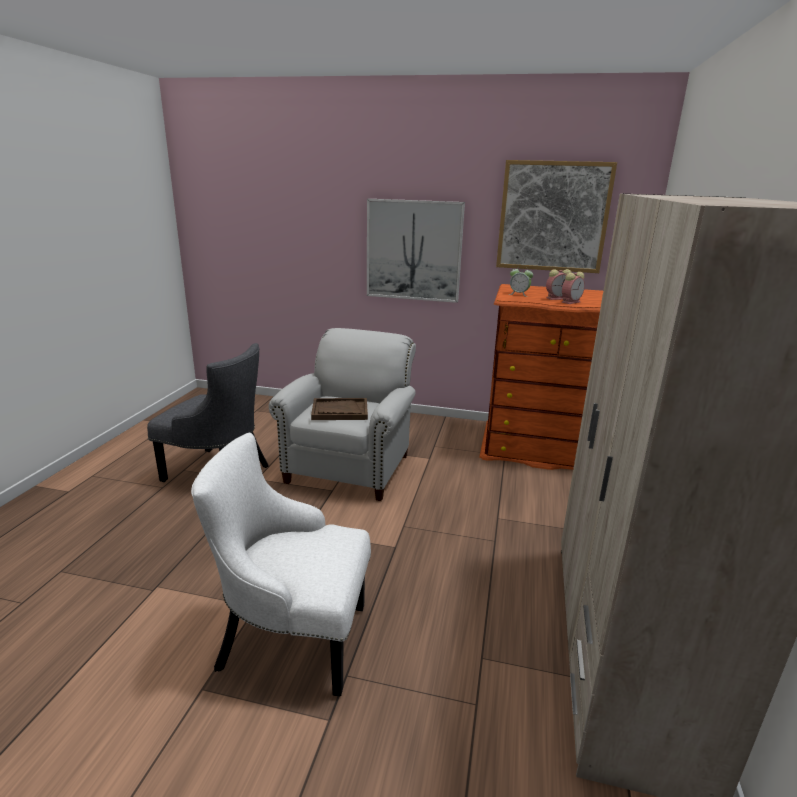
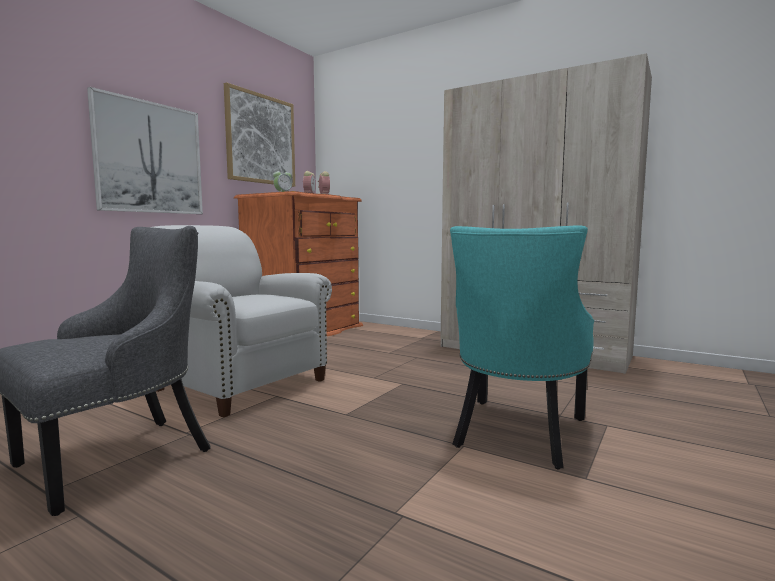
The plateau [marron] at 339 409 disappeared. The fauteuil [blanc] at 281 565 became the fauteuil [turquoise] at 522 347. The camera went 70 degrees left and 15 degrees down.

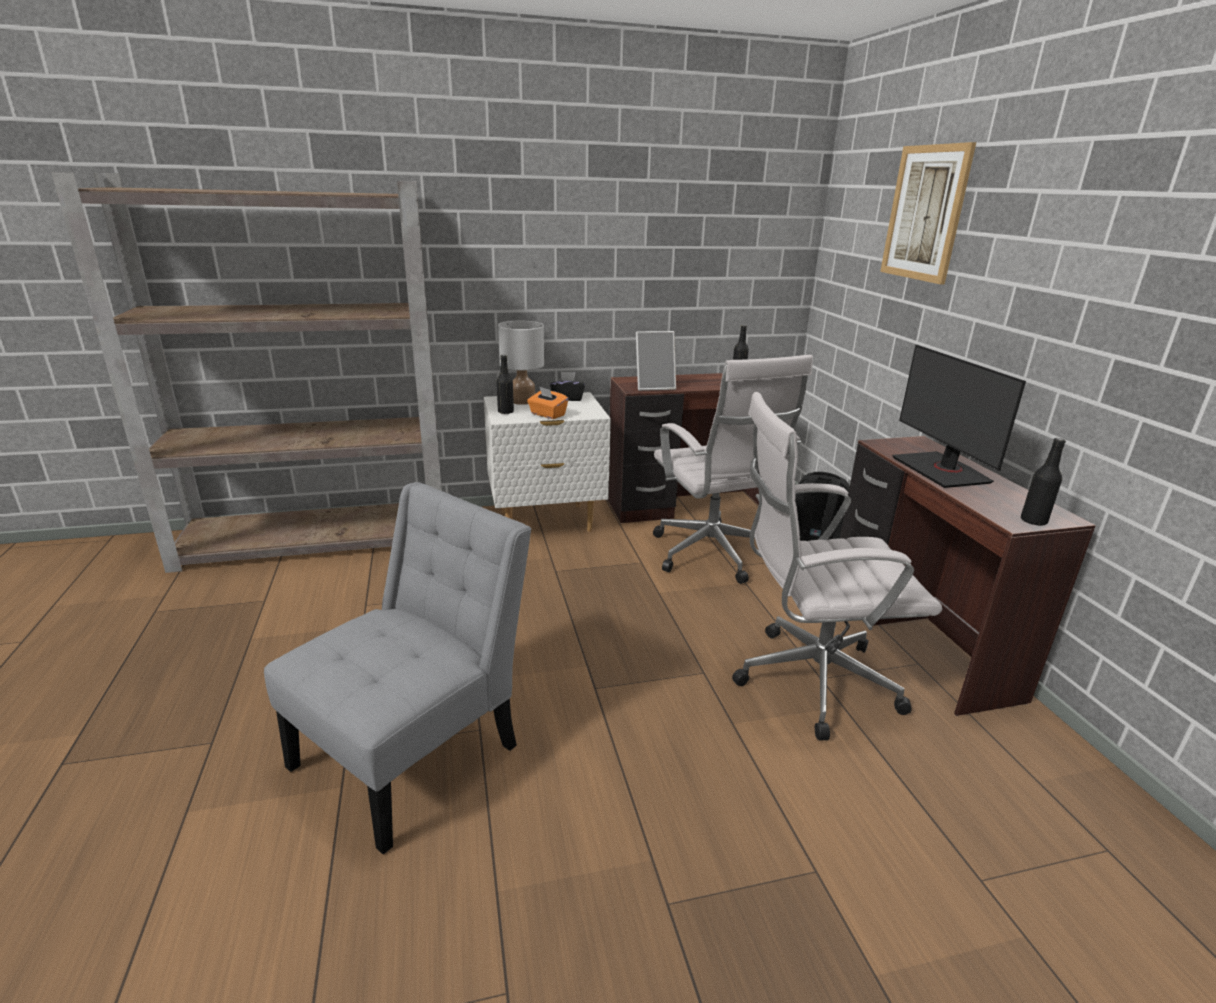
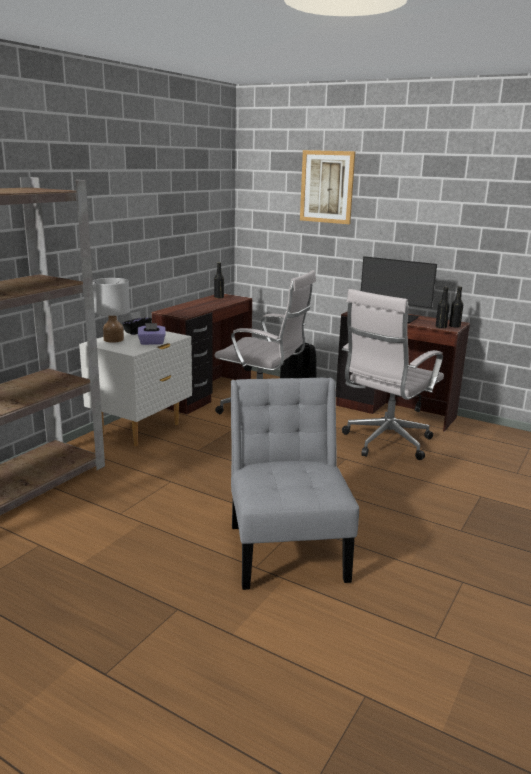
The cadre photo at 656 361 disappeared. The bouteille [noir] moved from 505 384 to 443 307. The boîte à mouchoirs [orange] at 547 403 became the boîte à mouchoirs [violet] at 152 334. The camera went 45 degrees left and 5 degrees down.

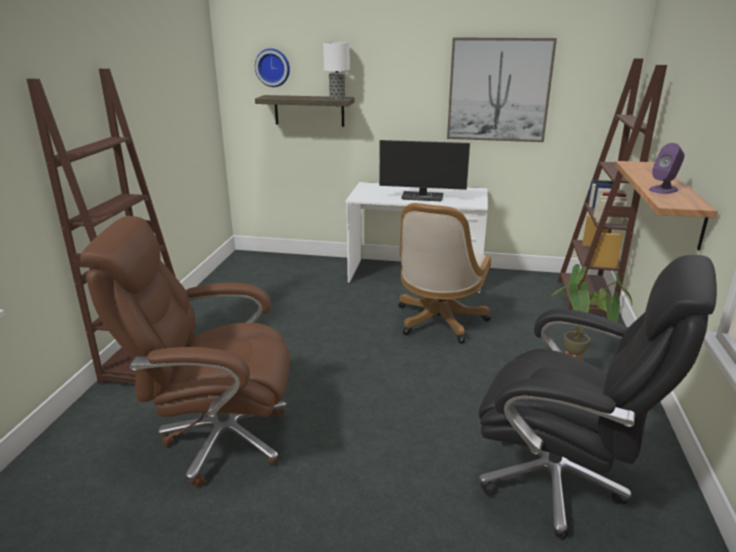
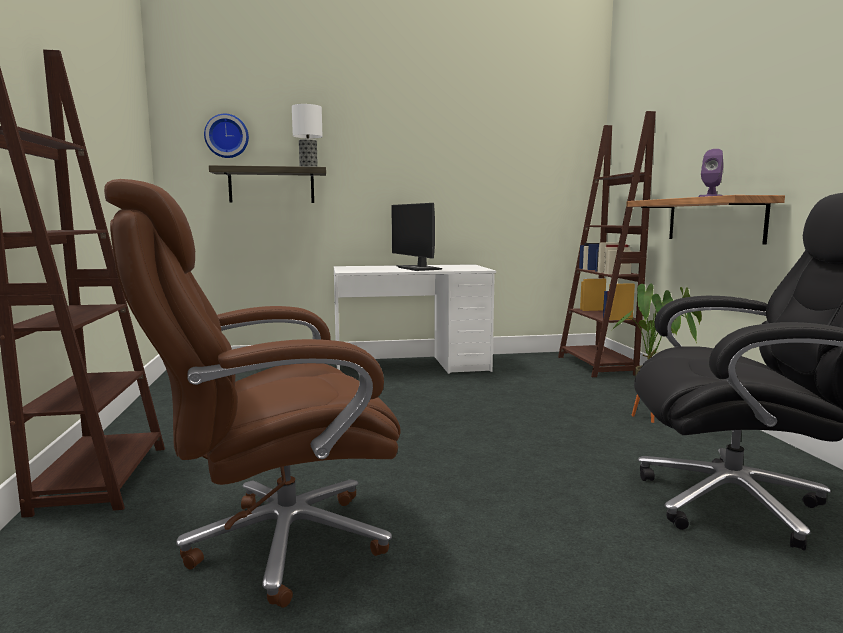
The tableau at 502 89 disappeared. The écran d'ordinateur at 424 170 turned 75 degrees clockwise. The chaise de bureau at 444 273 disappeared. The camera went 20 degrees left and 15 degrees down.

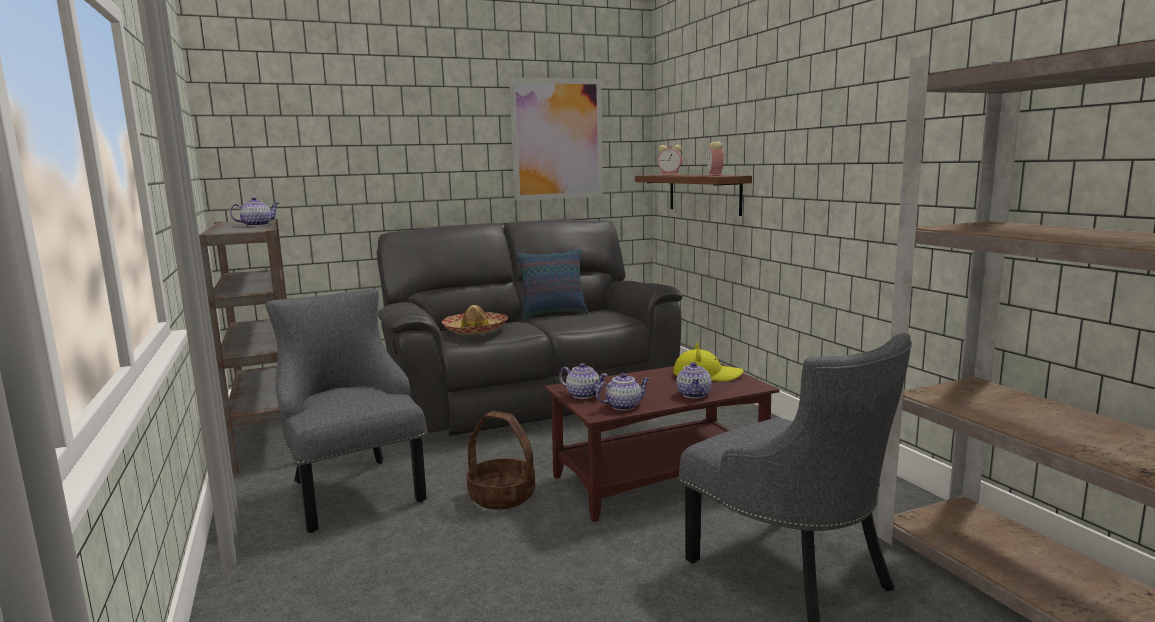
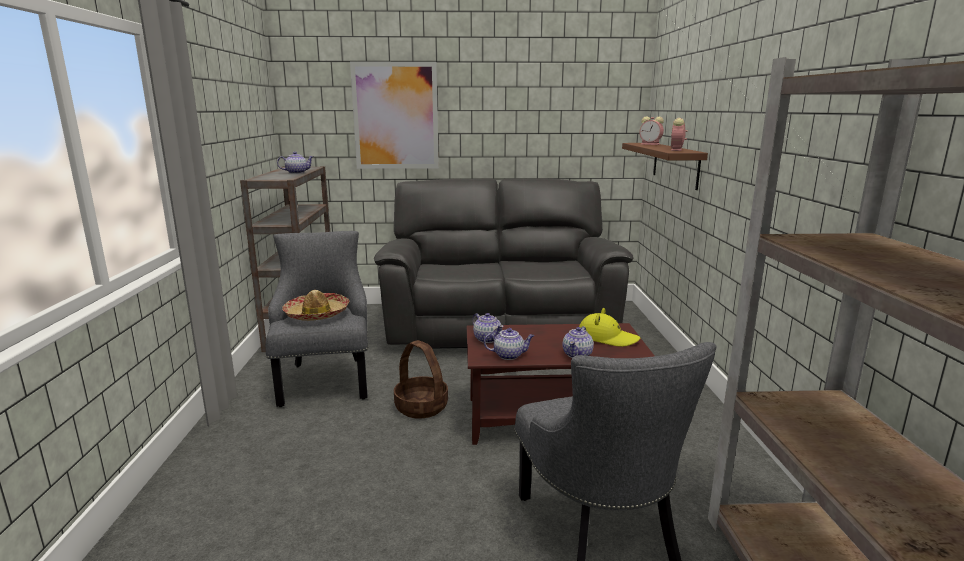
The tableau moved from 556 139 to 394 115. The coussin [bleu] at 552 285 disappeared. The chapeau moved from 475 320 to 316 305. The camera went 20 degrees right and 5 degrees up.

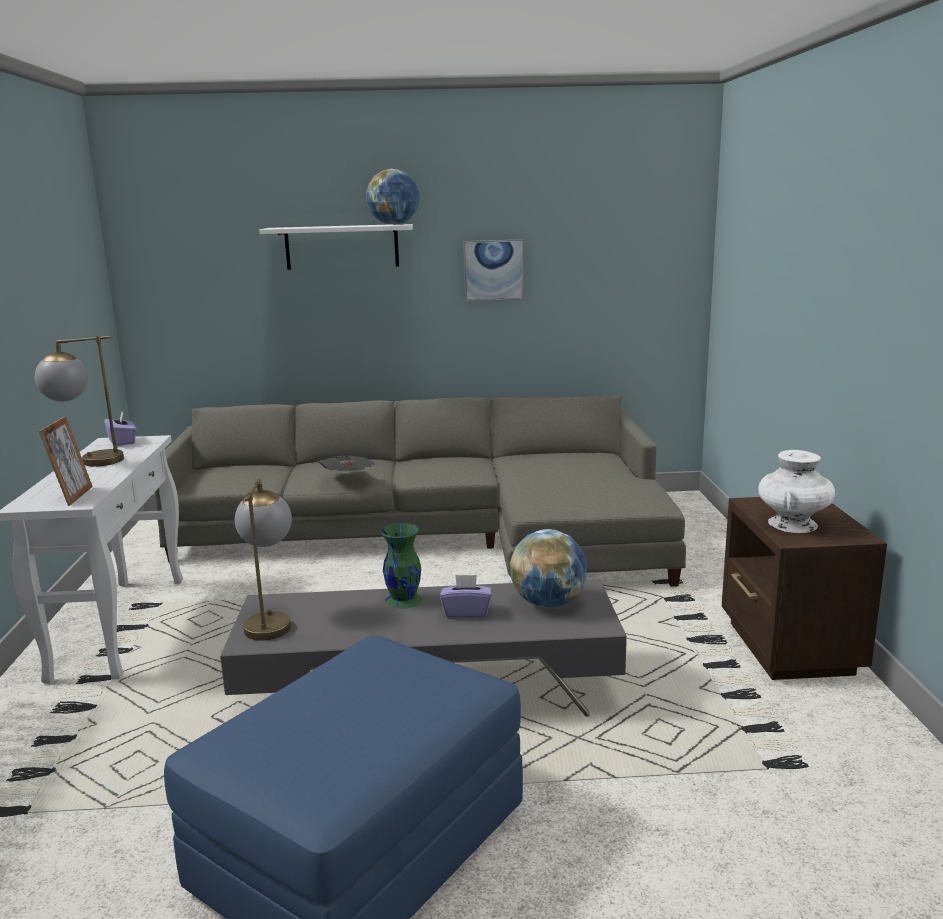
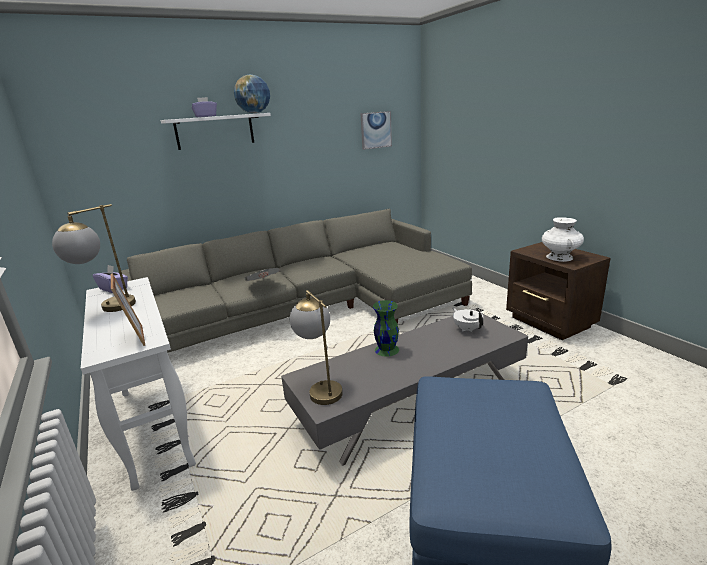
The tableau moved from 494 270 to 376 130. The globe at 548 568 was replaced by the théière [blanc] at 468 320. The boîte à mouchoirs [violet] moved from 465 596 to 204 107. The camera went 25 degrees left and 5 degrees up.

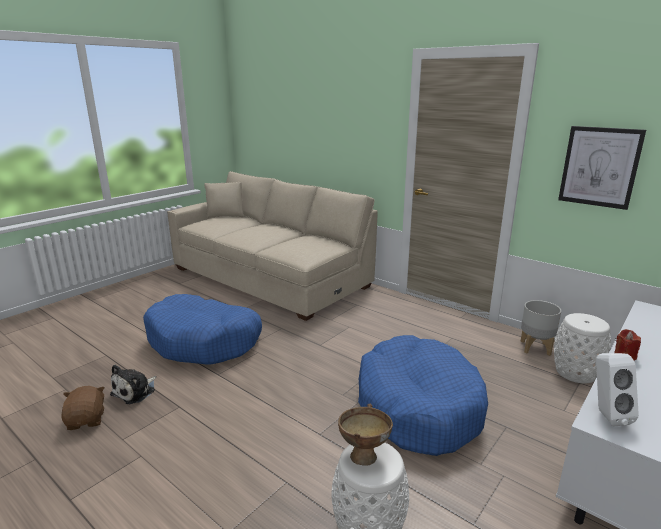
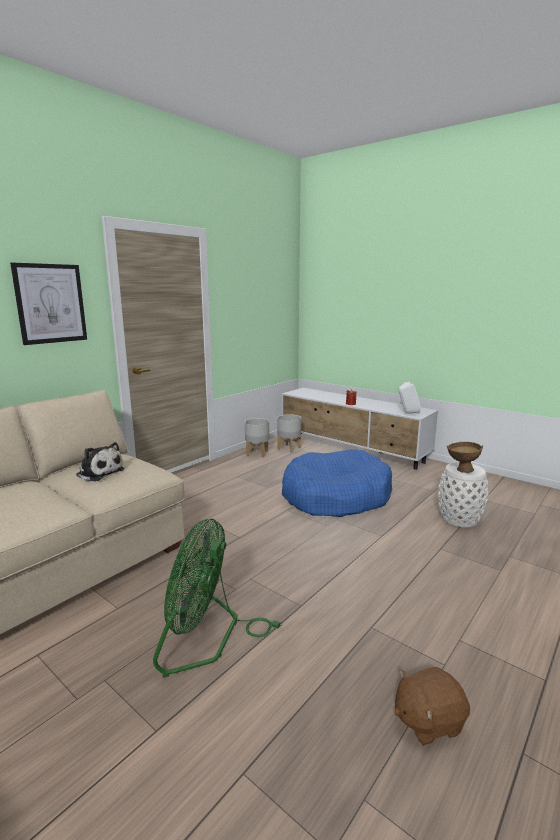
The tableau moved from 602 168 to 48 304. The panier pour chien [bleu] at 202 329 was replaced by the ventilateur [vert] at 217 598. The tabouret [blanc] at 582 348 was replaced by the cache-pot [gris] at 289 433. The peluche moved from 133 384 to 100 461. The camera went 90 degrees left and 5 degrees down.

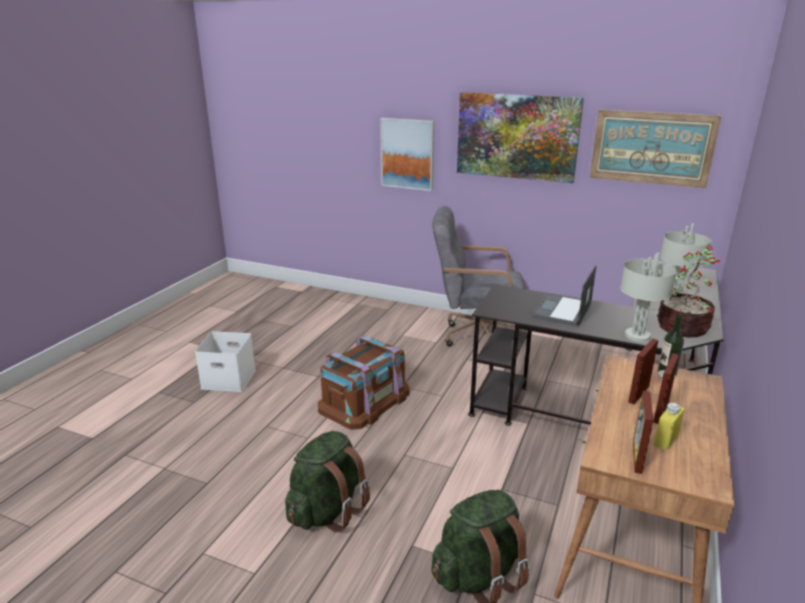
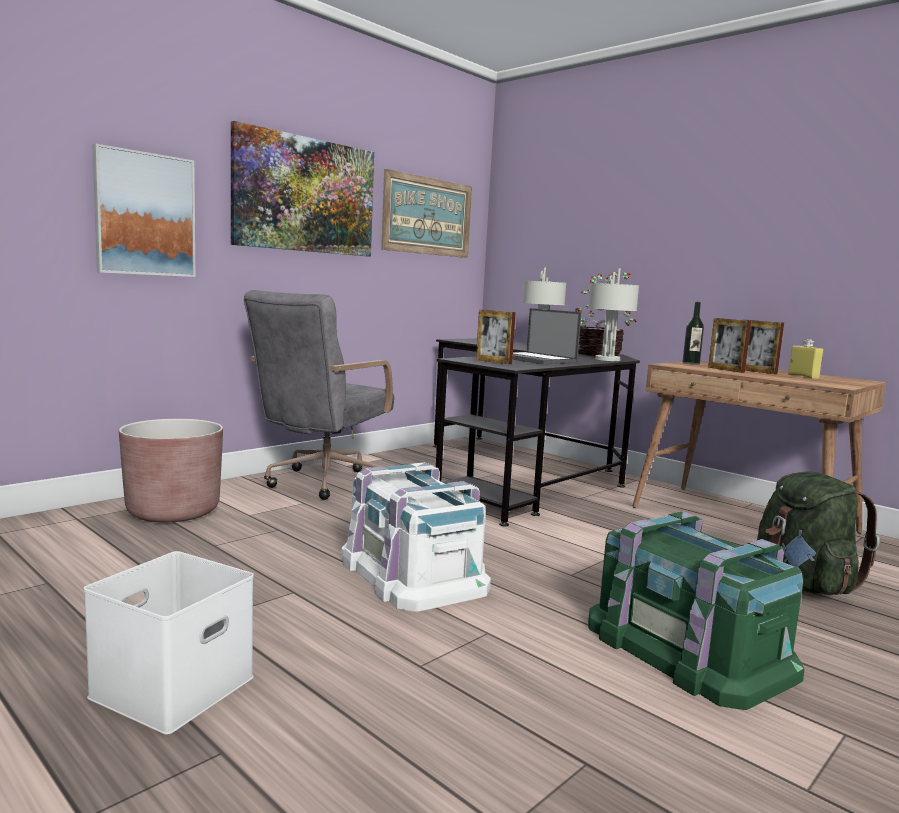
The boîte de rangement [marron] at 364 382 became the boîte de rangement [blanc] at 416 537. The cadre photo moved from 643 432 to 496 337. The sac à dos [vert] at 327 481 was replaced by the boîte de rangement [vert] at 696 610. The cache-pot [marron] at 171 471 appeared. The camera went 70 degrees left and 15 degrees down.

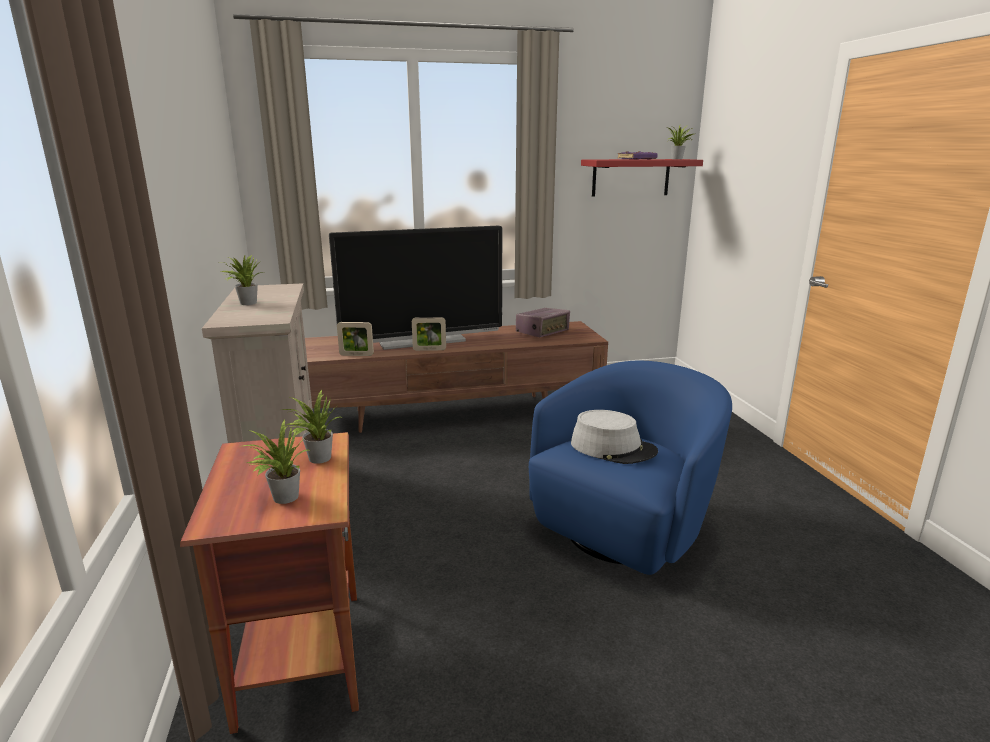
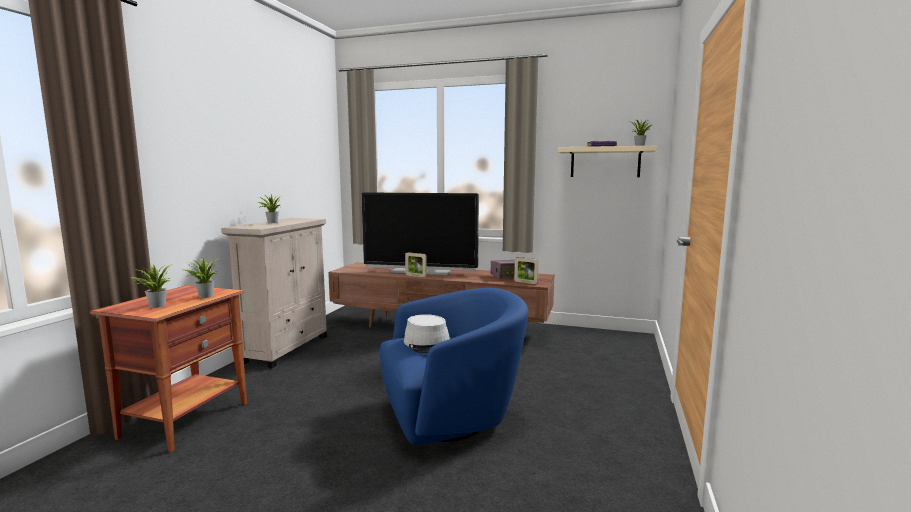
The étagère [rouge] at 642 177 became the étagère [beige] at 607 161. The cadre photo moved from 355 339 to 526 270. The camera went 30 degrees right and 10 degrees down.

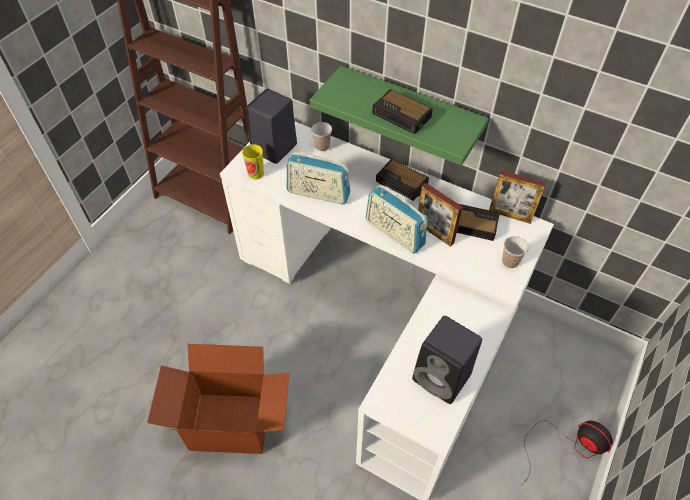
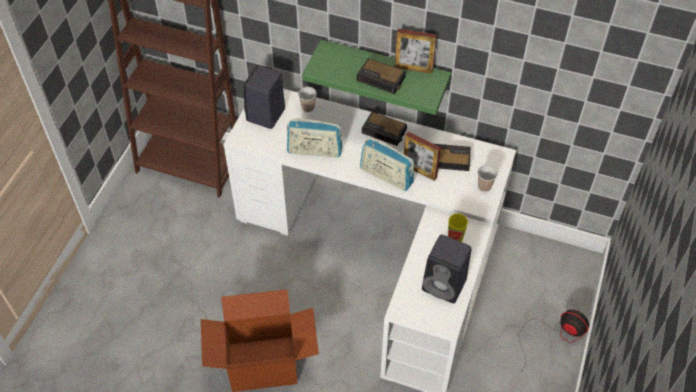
The tasse moved from 253 162 to 458 227. The cadre photo moved from 517 197 to 416 51. The camera went 10 degrees left and 0 degrees up.

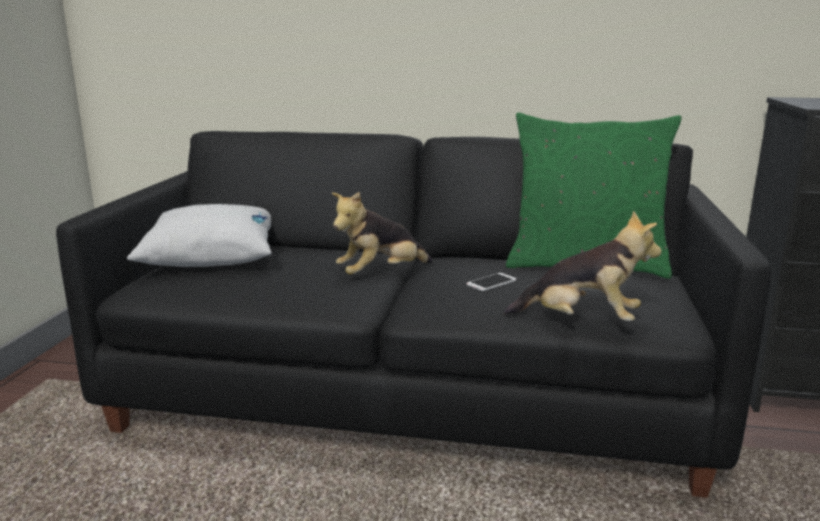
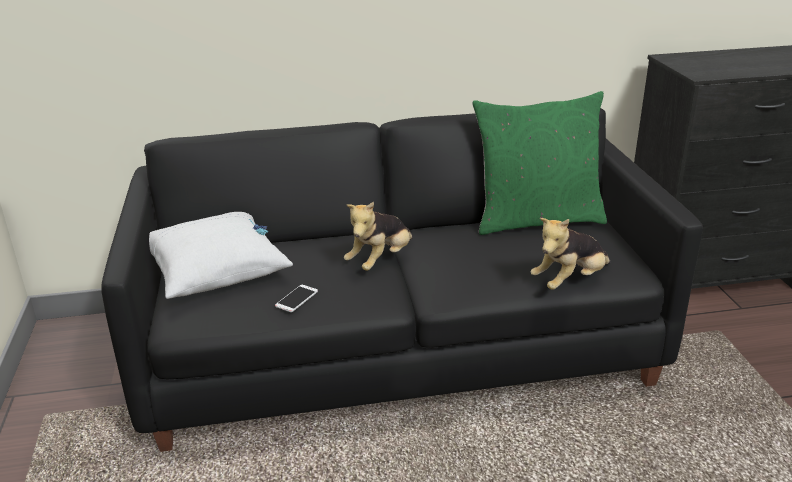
The peluche at 583 266 turned 150 degrees clockwise. The téléphone moved from 491 282 to 296 298. The camera went 20 degrees left and 10 degrees up.

